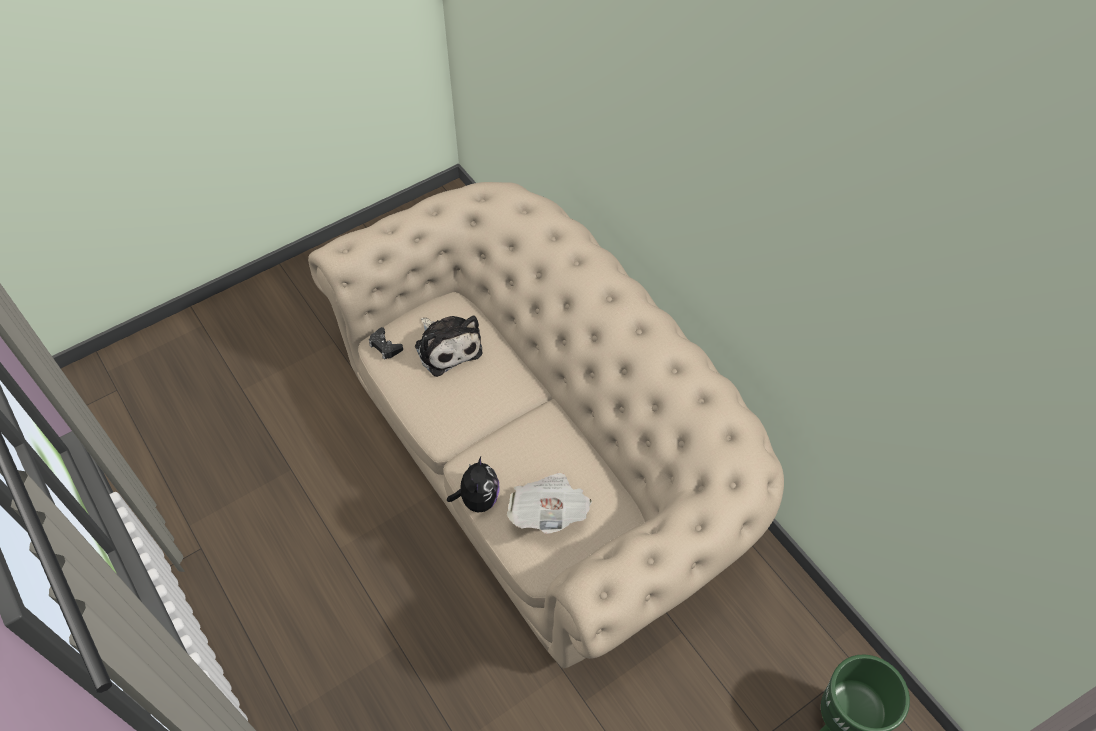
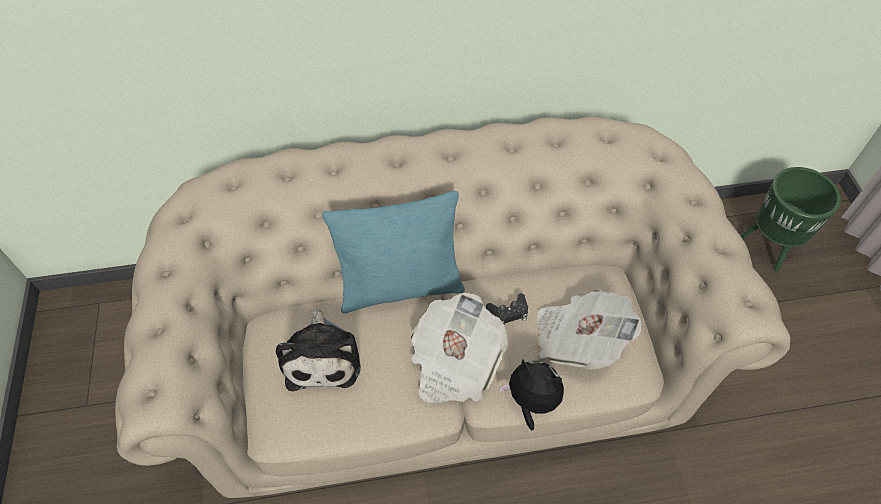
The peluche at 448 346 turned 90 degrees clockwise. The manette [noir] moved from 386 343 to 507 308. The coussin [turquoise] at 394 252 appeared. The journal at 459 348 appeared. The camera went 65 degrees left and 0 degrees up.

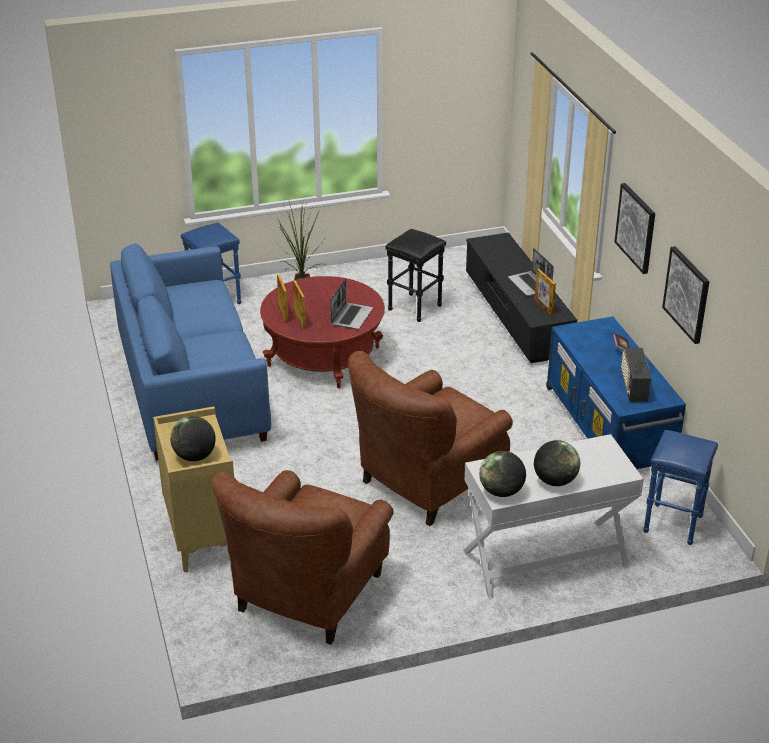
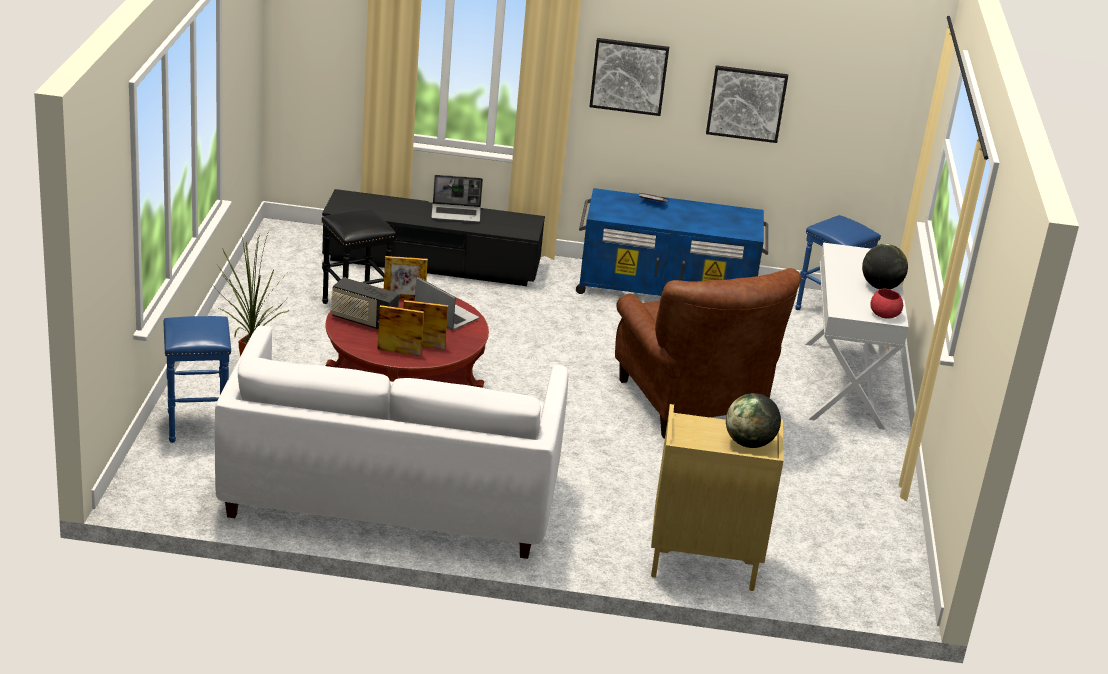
The canapé [bleu] at 190 352 became the canapé [blanc] at 391 442. The cadre photo moved from 545 292 to 406 278. The radio moved from 636 375 to 365 303. The globe at 502 474 was replaced by the bol [rouge] at 886 304. The fauteuil [marron] at 302 557 disappeared. The camera went 70 degrees left and 5 degrees down.

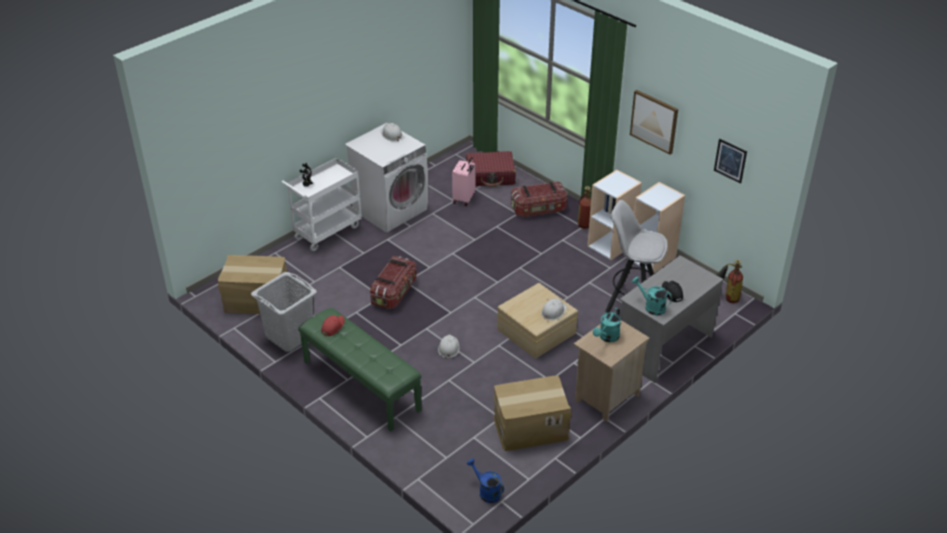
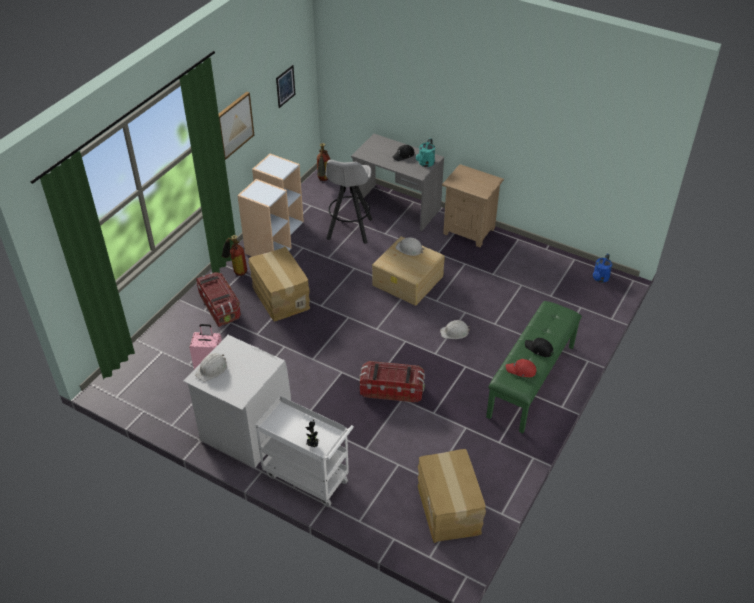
The valise [rouge] at 491 169 disappeared. The panier à linge [gris] at 284 312 disappeared. The arrosoir [turquoise] at 607 325 disappeared. The carton moved from 532 413 to 279 283. The casquette [noir] at 539 347 appeared. The camera went 105 degrees left and 5 degrees up.

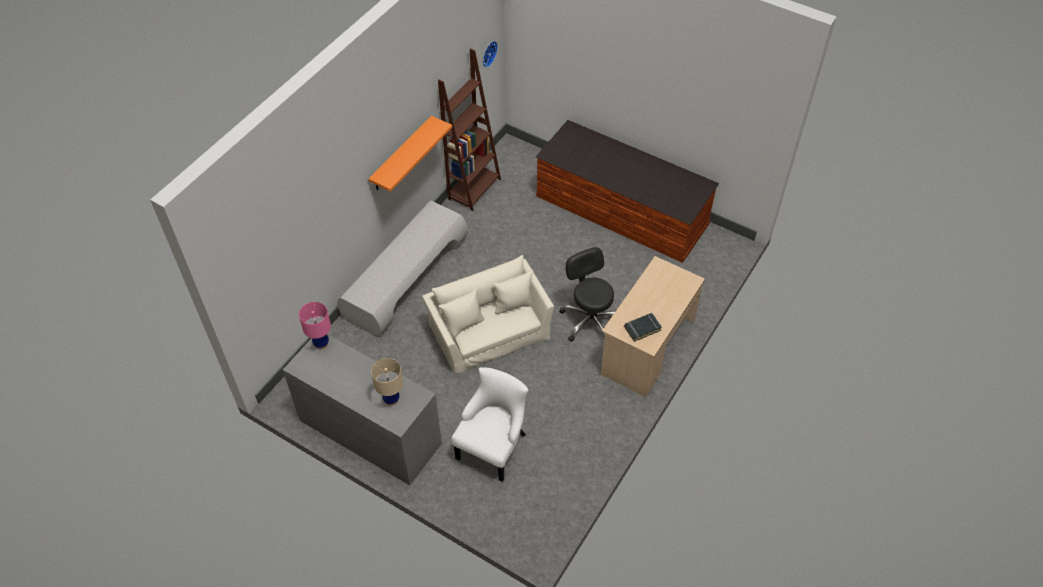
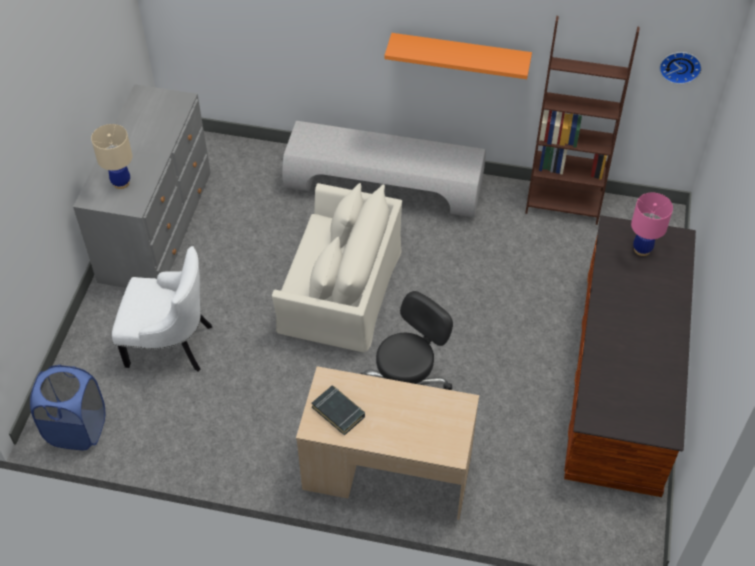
The fauteuil [beige] at 488 314 turned 60 degrees clockwise. The lampe de table [rose] moved from 315 325 to 652 224. The panier à linge [bleu] at 67 407 appeared. The camera went 70 degrees right and 0 degrees up.

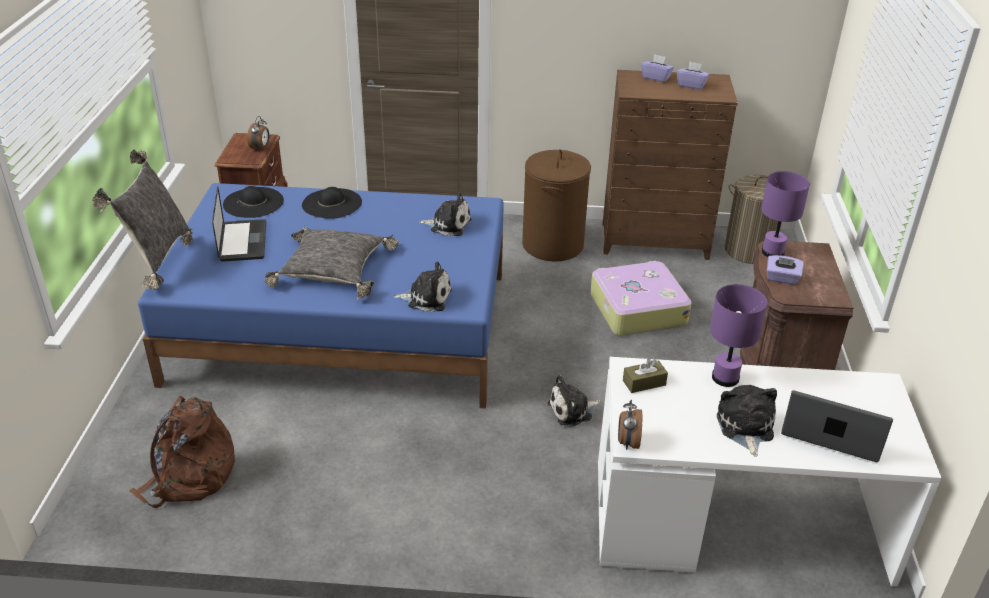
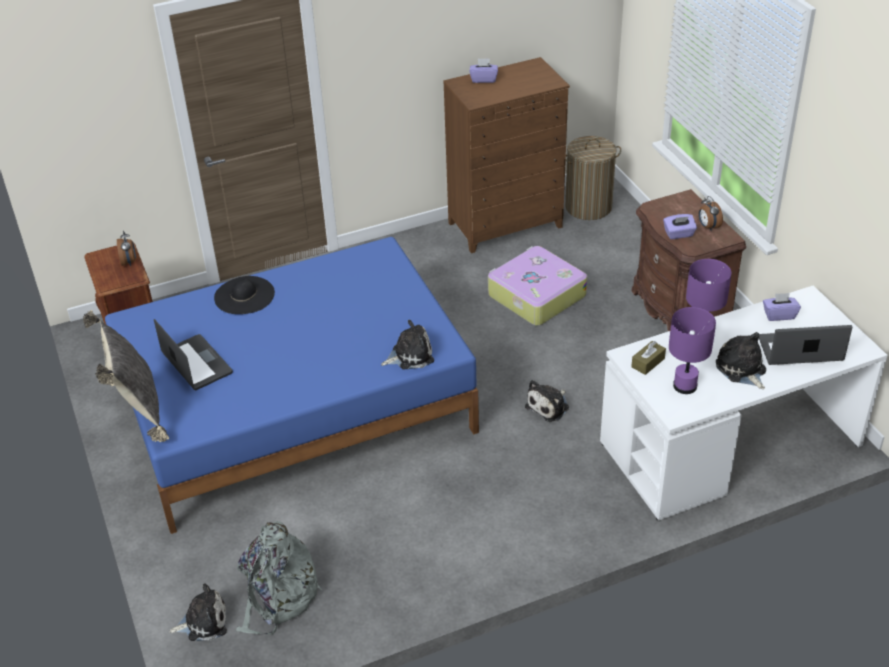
The boîte à mouchoirs [violet] moved from 693 75 to 782 307. The panier à linge [marron] at 556 205 disappeared. The lampe de table [violet] moved from 785 214 to 692 350. The chapeau [noir] at 253 202 disappeared. The peluche moved from 445 214 to 198 612. The coussin at 331 263 disappeared. The sac à dos [marron] at 182 452 became the sac à dos [gris] at 279 578. The réveil moved from 630 425 to 711 213. The camera went 25 degrees left and 5 degrees up.

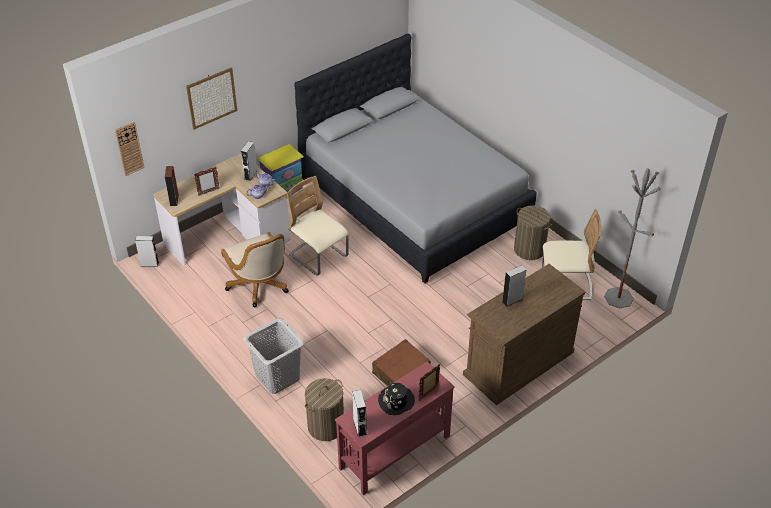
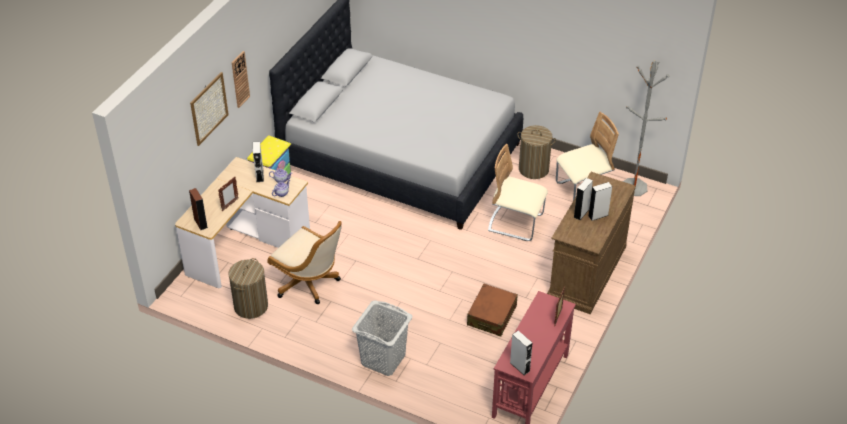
The horloge murale moved from 130 149 to 241 79. The chaise [beige] moved from 318 226 to 518 192. The enceinte [gris] moved from 147 251 to 600 201. The panier à linge moved from 324 409 to 248 288. The chapeau [noir] at 396 399 disappeared. The camera went 25 degrees left and 0 degrees up.

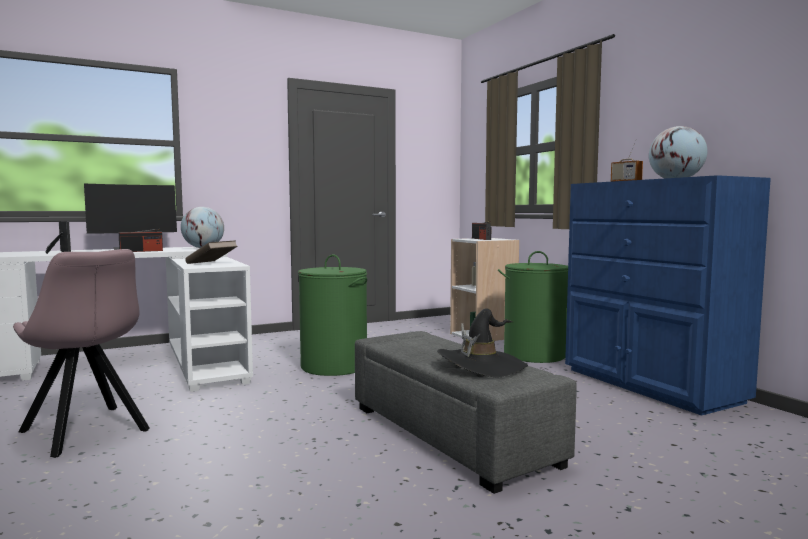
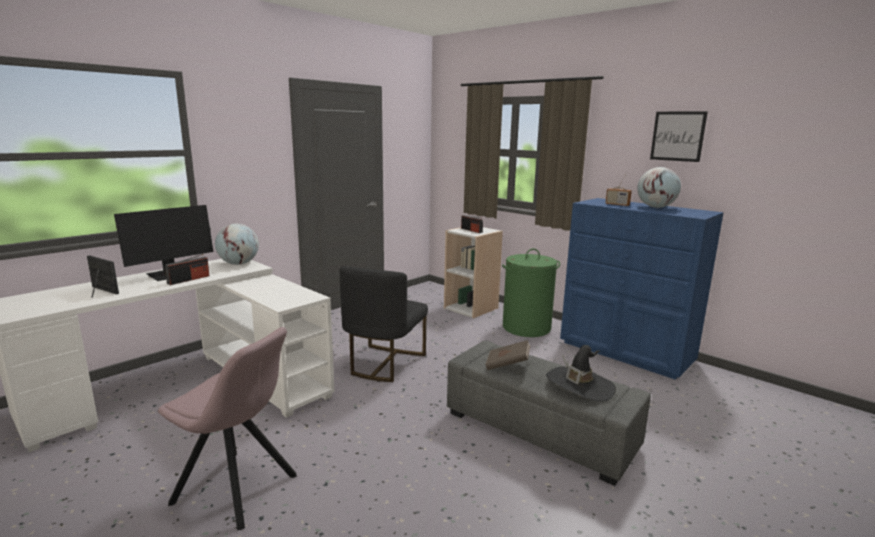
The livre [marron] moved from 211 252 to 507 355. The panier à linge [vert] at 332 315 was replaced by the chaise [noir] at 384 324. The tableau at 679 136 appeared. The camera went 20 degrees left and 10 degrees up.

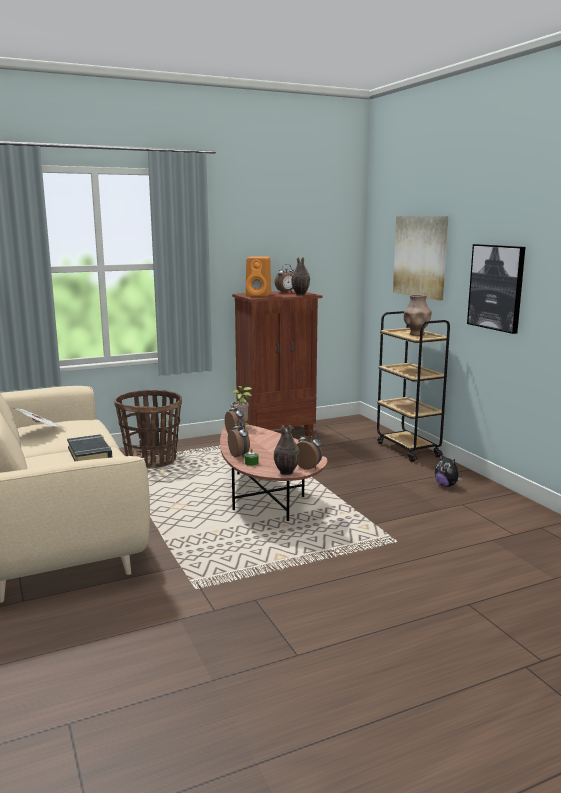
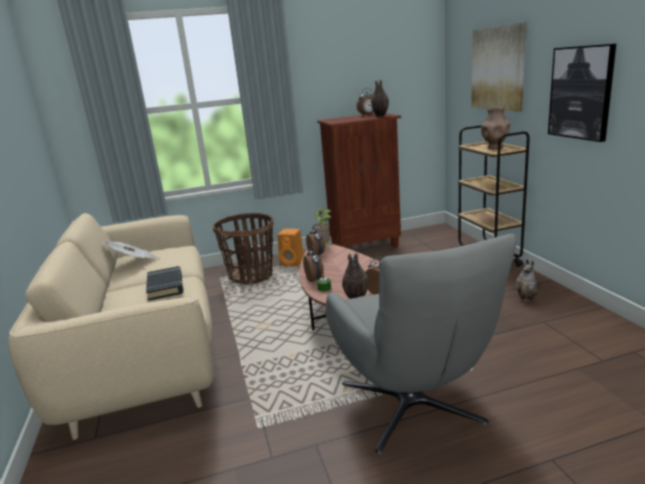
The enceinte [orange] moved from 258 276 to 290 247. The peluche at 449 471 was replaced by the vase at 527 280. The fauteuil [gris] at 421 344 appeared. The camera went 10 degrees right and 5 degrees up.

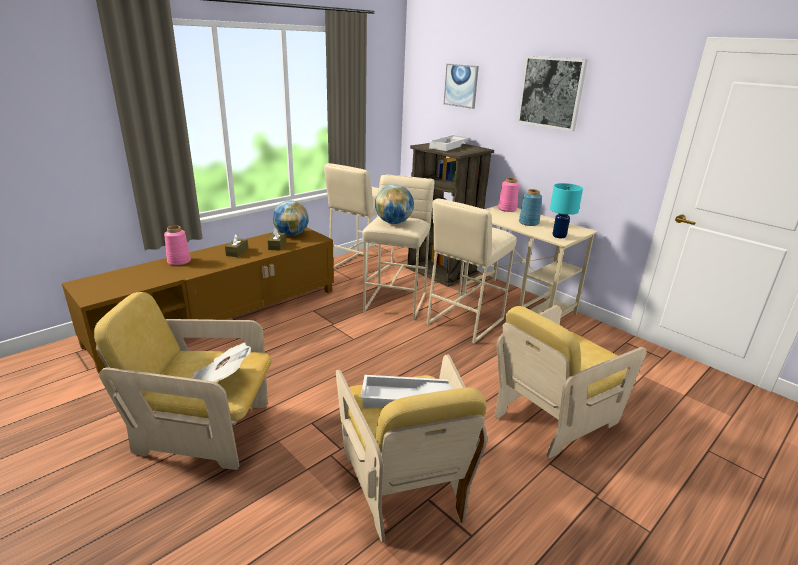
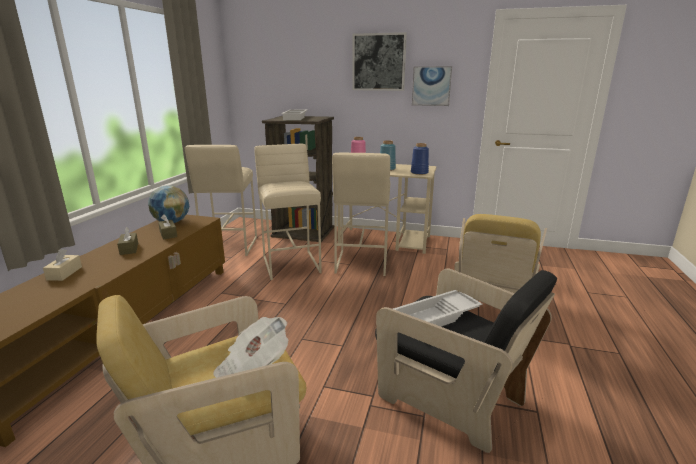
The tableau moved from 461 86 to 432 86. The lampe de table [turquoise] at 566 210 was replaced by the vase [bleu] at 420 159. The globe at 394 204 disappeared. The vase [rose] at 177 246 was replaced by the boîte à mouchoirs [beige] at 62 265. The fauteuil [jaune] at 411 448 became the fauteuil [noir] at 466 360. The camera went 30 degrees left and 5 degrees down.

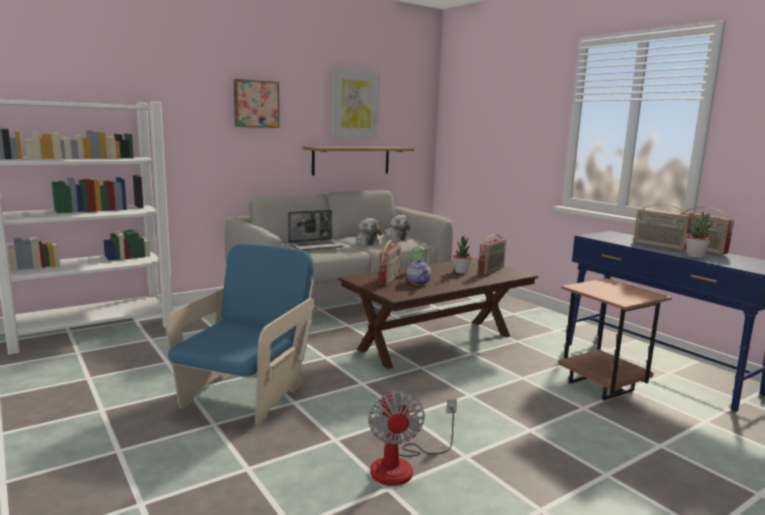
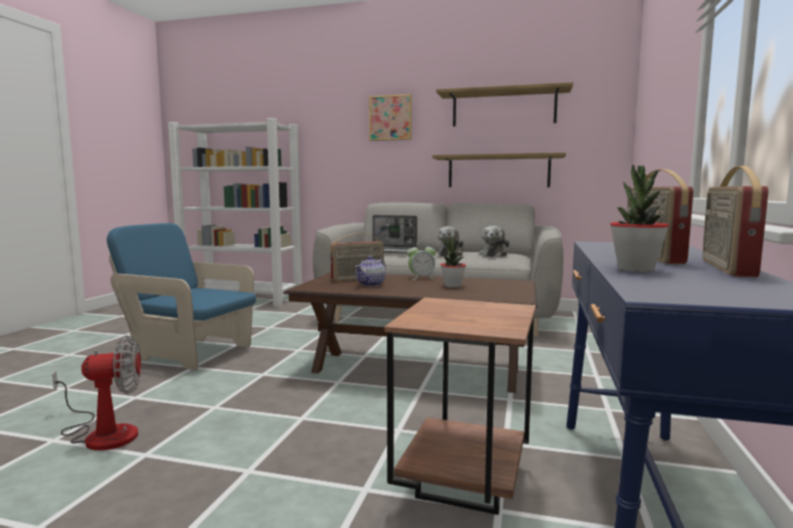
The tableau at 356 103 was replaced by the étagère at 504 104. The radio at 492 254 disappeared. The fauteuil [bleu] at 239 334 turned 135 degrees counterclockwise. The ventilateur at 412 438 turned 150 degrees counterclockwise. The camera went 50 degrees right and 5 degrees down.

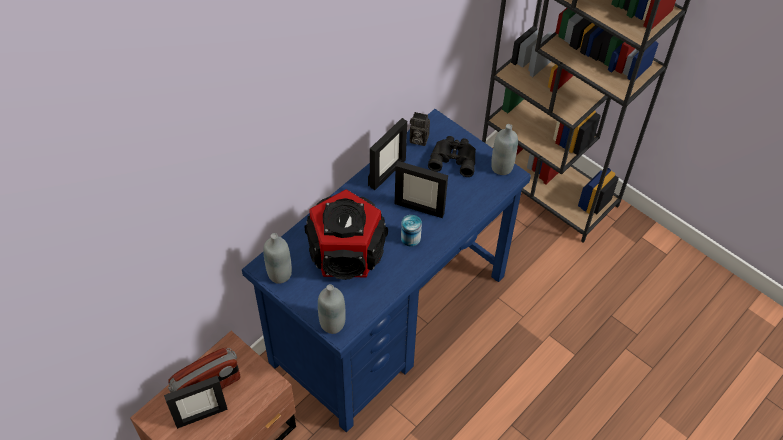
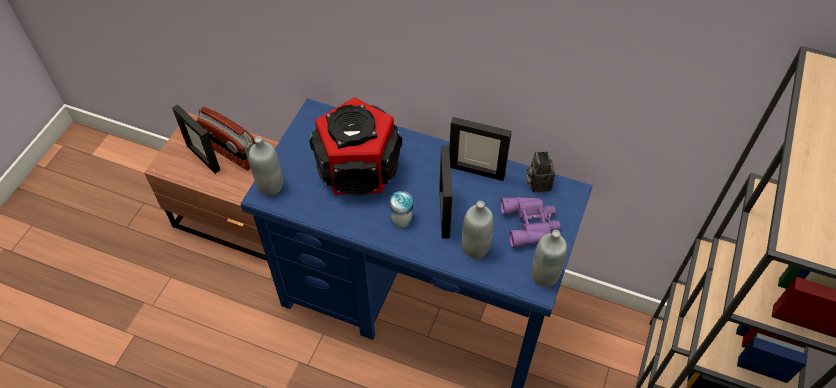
The jumelles [noir] at 452 156 became the jumelles [violet] at 530 222. The bouteille [gris] moved from 277 258 to 478 230. The camera went 70 degrees right and 0 degrees up.

